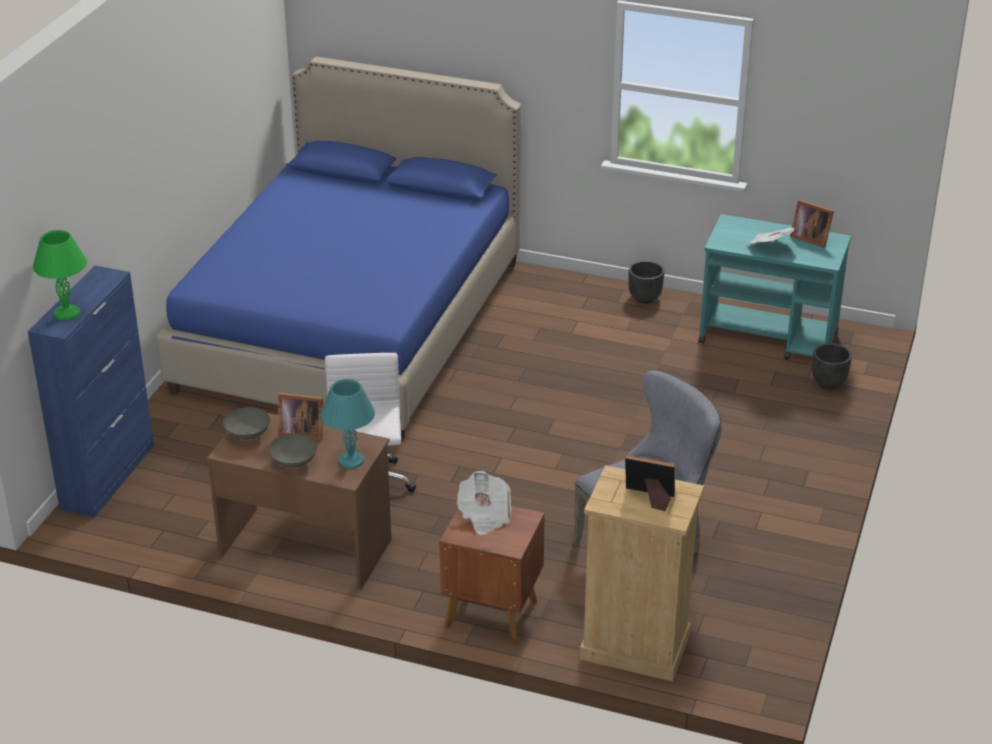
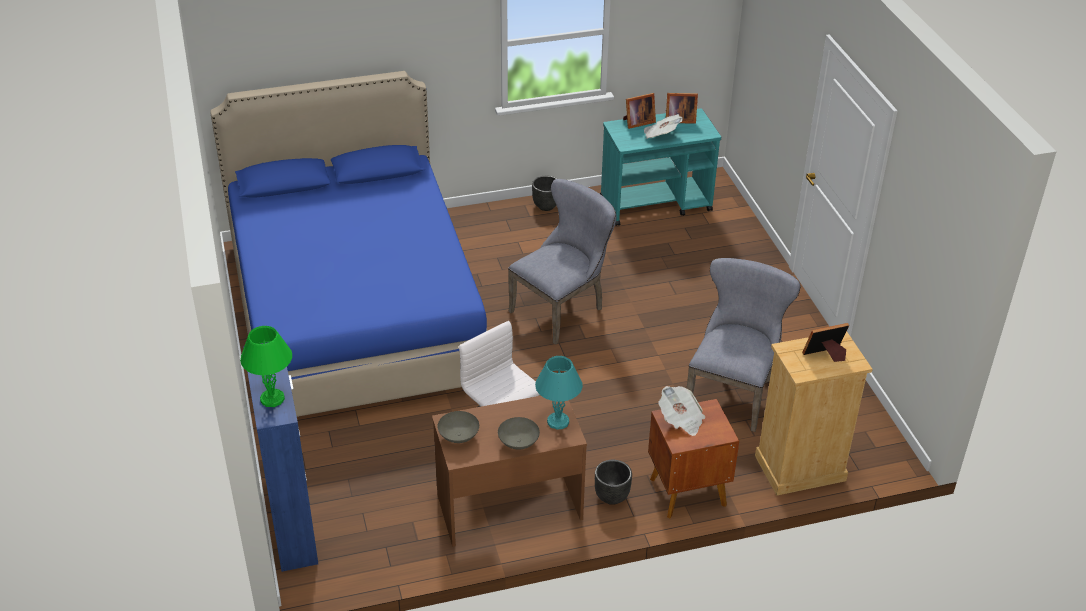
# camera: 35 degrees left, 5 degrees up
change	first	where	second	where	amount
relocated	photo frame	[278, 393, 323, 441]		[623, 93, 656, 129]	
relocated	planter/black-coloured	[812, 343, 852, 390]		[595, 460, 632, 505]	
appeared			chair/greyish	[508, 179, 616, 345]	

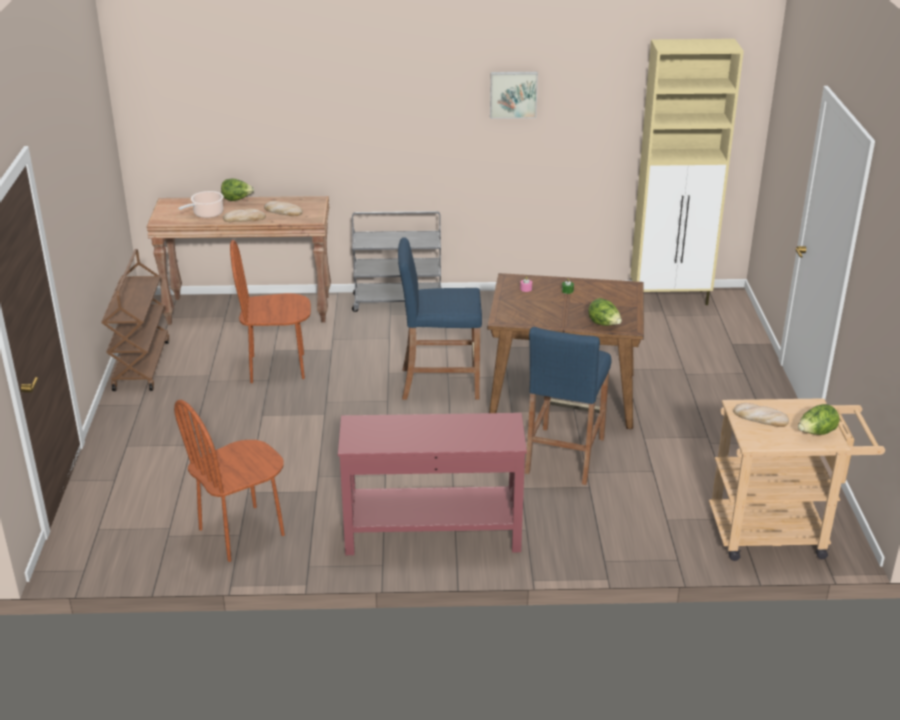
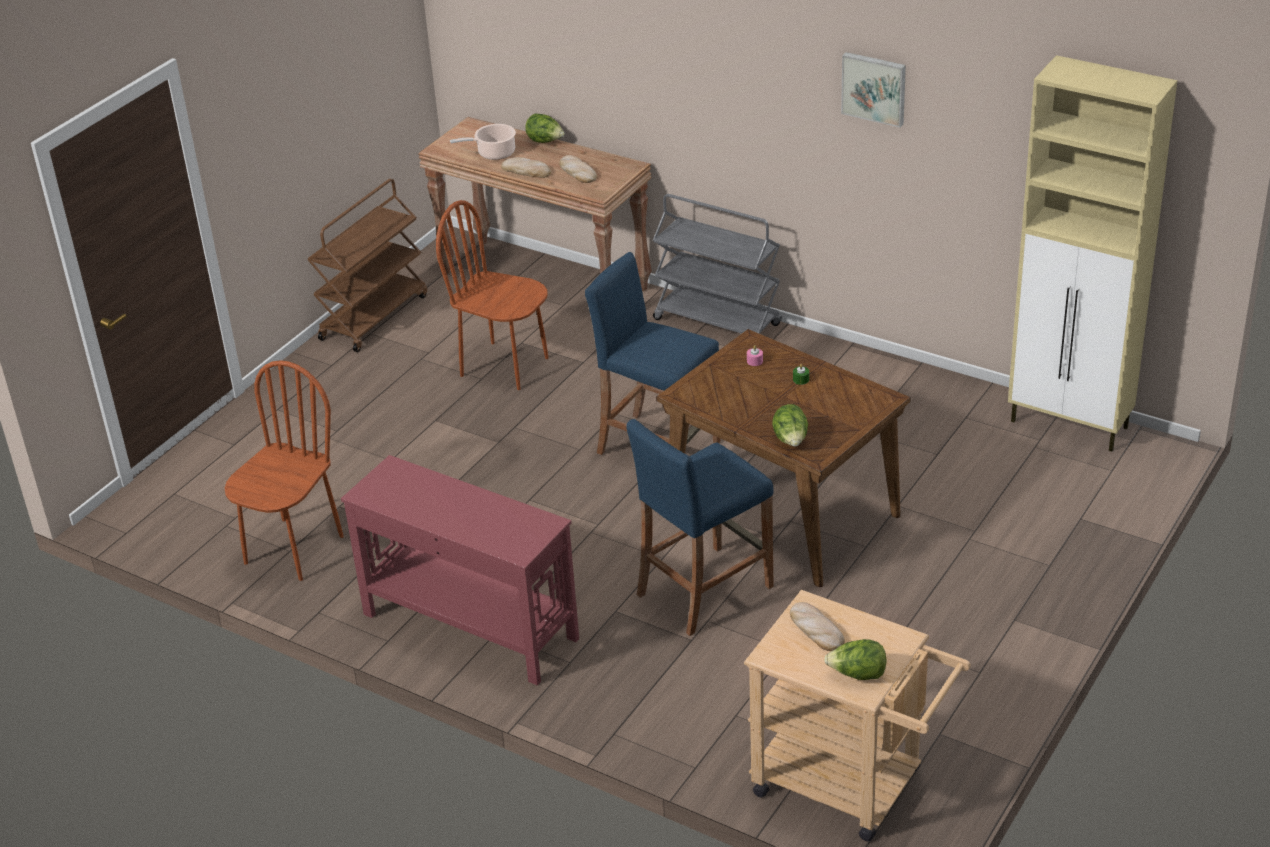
# camera: 35 degrees right, 5 degrees up
change	first	where	second	where	amount
spun	chair/brown	[174, 400, 285, 562]		[225, 360, 344, 581]	120 degrees clockwise

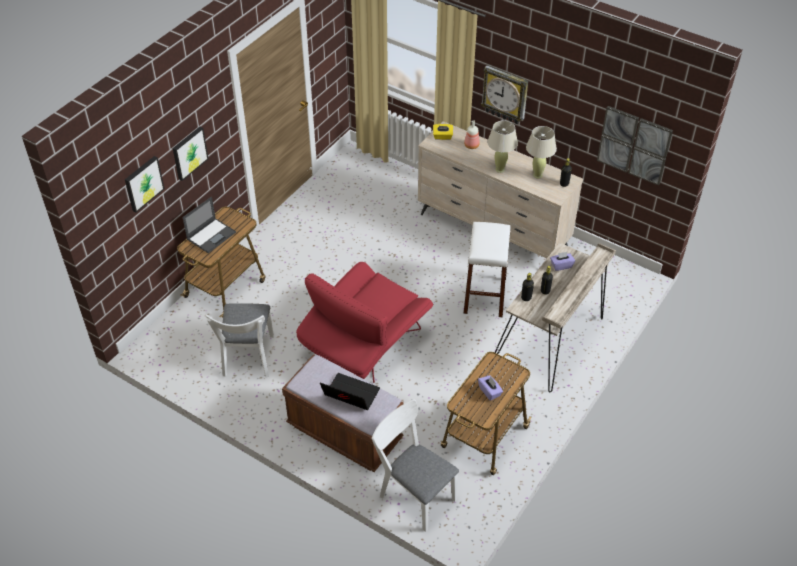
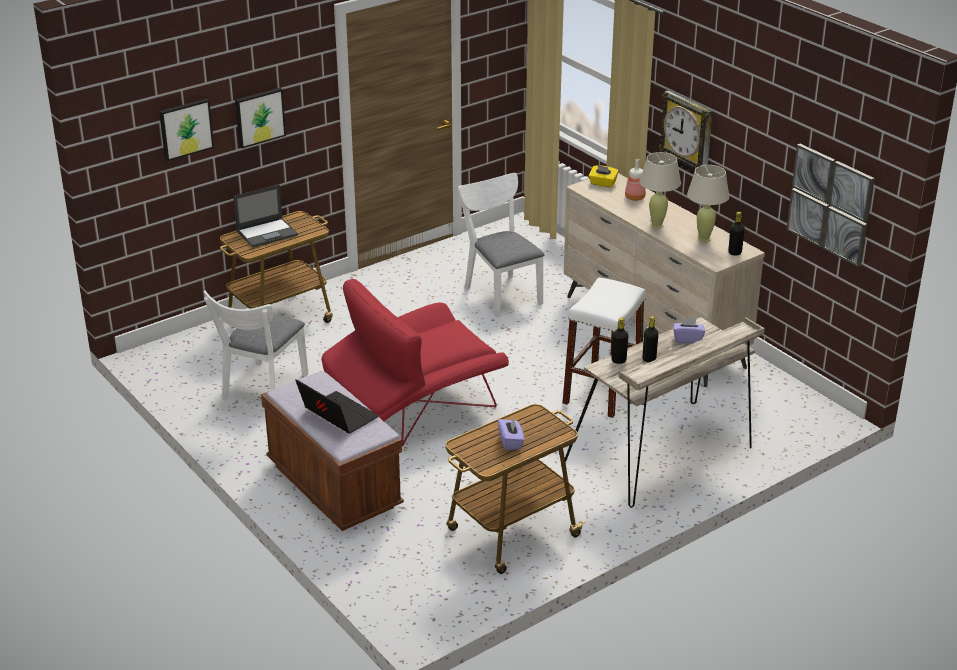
# camera: 20 degrees right, 15 degrees down
change	first	where	second	where	amount
relocated	chair/whitish	[371, 400, 459, 532]		[458, 173, 544, 317]	

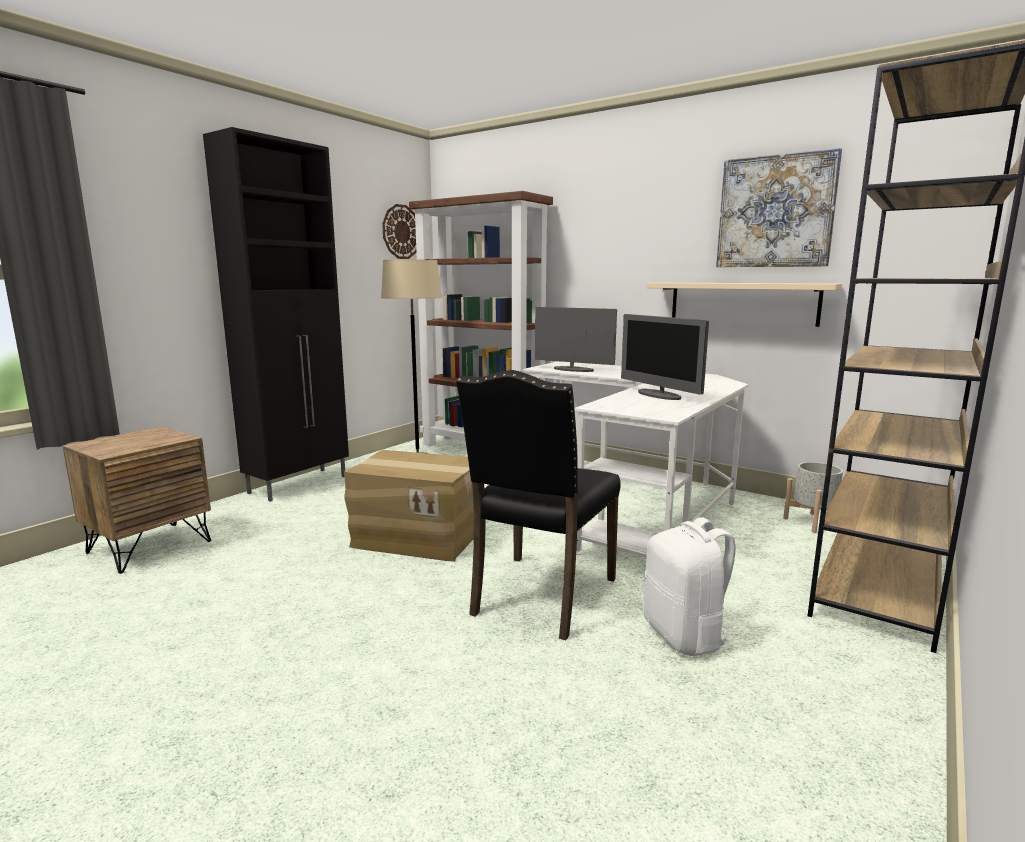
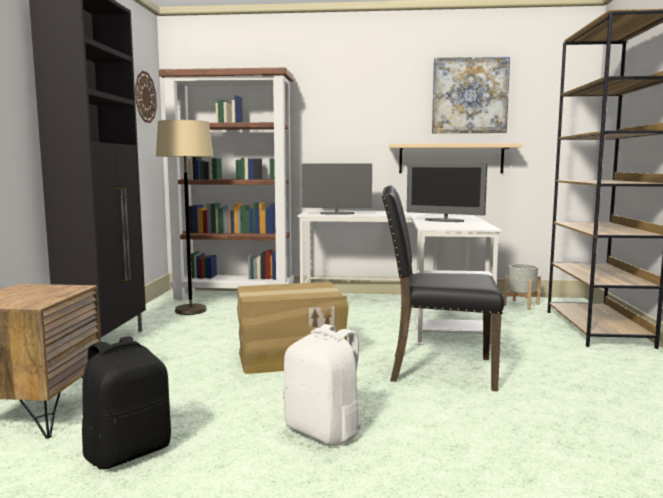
# camera: 30 degrees left, 5 degrees down
change	first	where	second	where	amount
spun	chair/black-coloured	[456, 370, 621, 640]		[382, 186, 504, 391]	105 degrees clockwise
relocated	backpack/whitish	[643, 517, 738, 656]		[283, 324, 365, 446]	
appeared			backpack/black-coloured	[82, 336, 171, 469]	

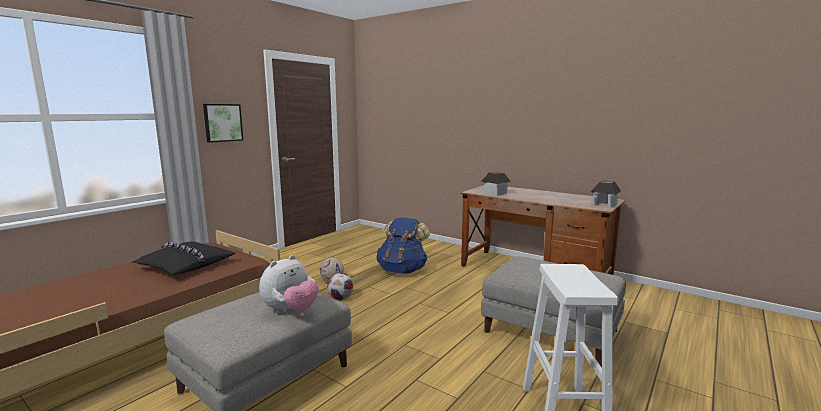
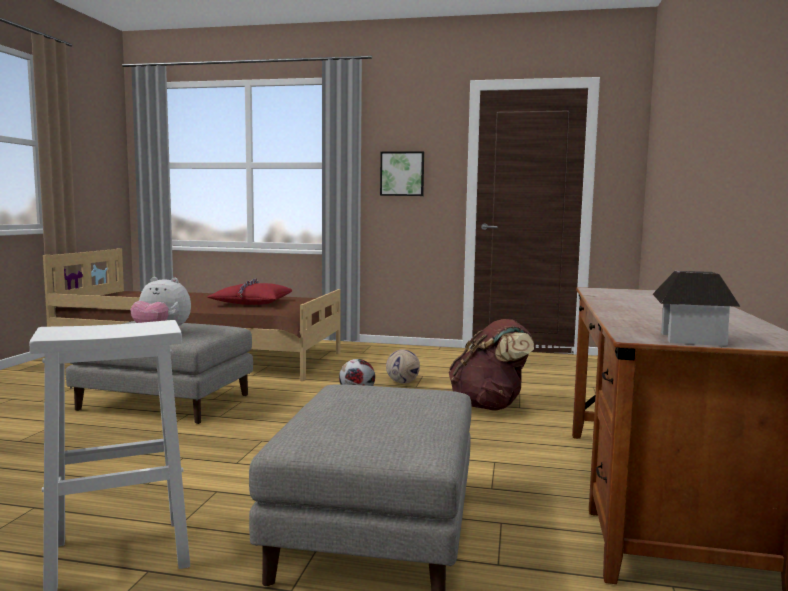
# camera: 65 degrees right, 5 degrees down
change	first	where	second	where	amount
colour	cushion/black-coloured	[132, 241, 236, 275]	cushion/reddish	[208, 279, 292, 305]	
colour	backpack/bluish	[376, 217, 430, 274]	backpack/brown	[449, 319, 534, 410]	
missing	model house	[481, 172, 511, 196]			

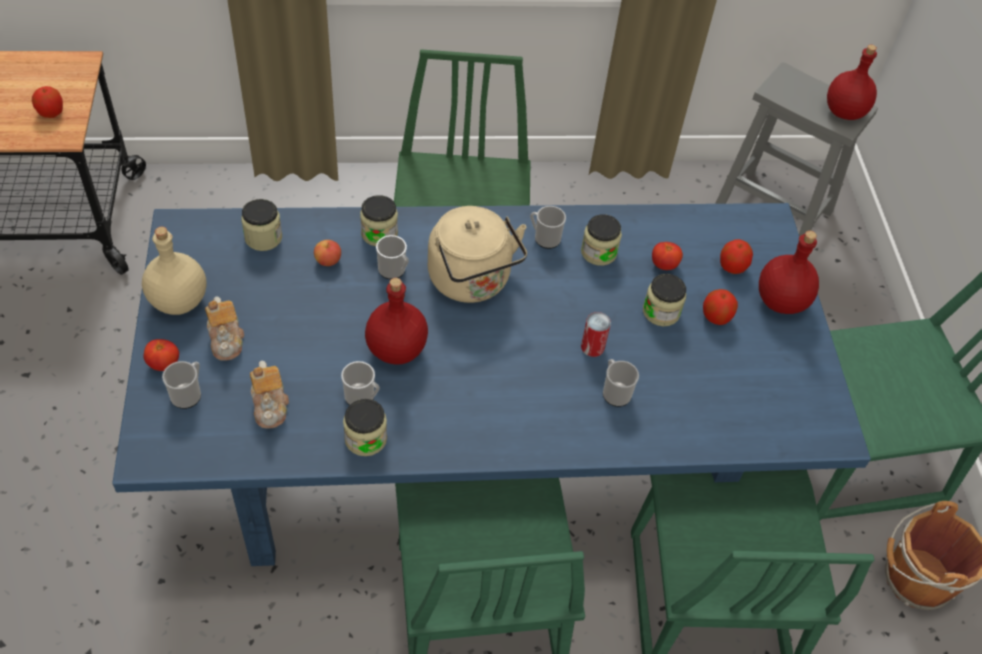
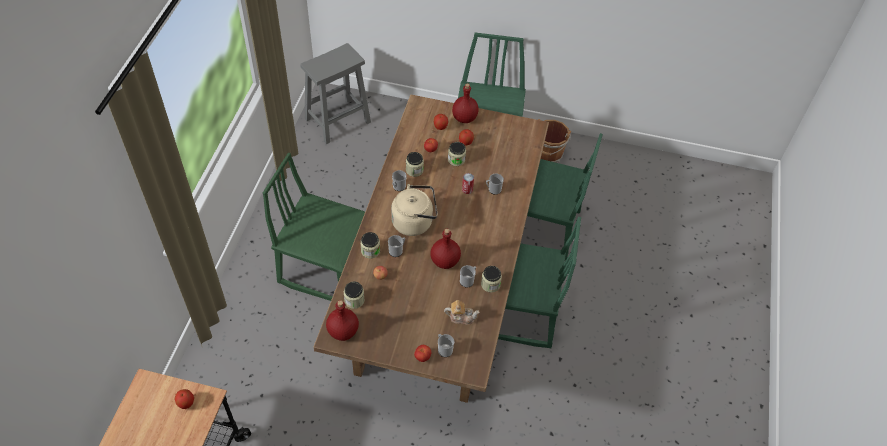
# camera: 70 degrees left, 0 degrees up
change	first	where	second	where	amount
colour	kitchen table/bluish	[112, 203, 871, 566]	kitchen table/brown	[314, 95, 549, 403]	
missing	bottle/beige	[142, 227, 207, 315]			
missing	teapot	[205, 296, 244, 361]			
relocated	bottle/reddish	[827, 44, 877, 120]		[326, 300, 359, 341]	

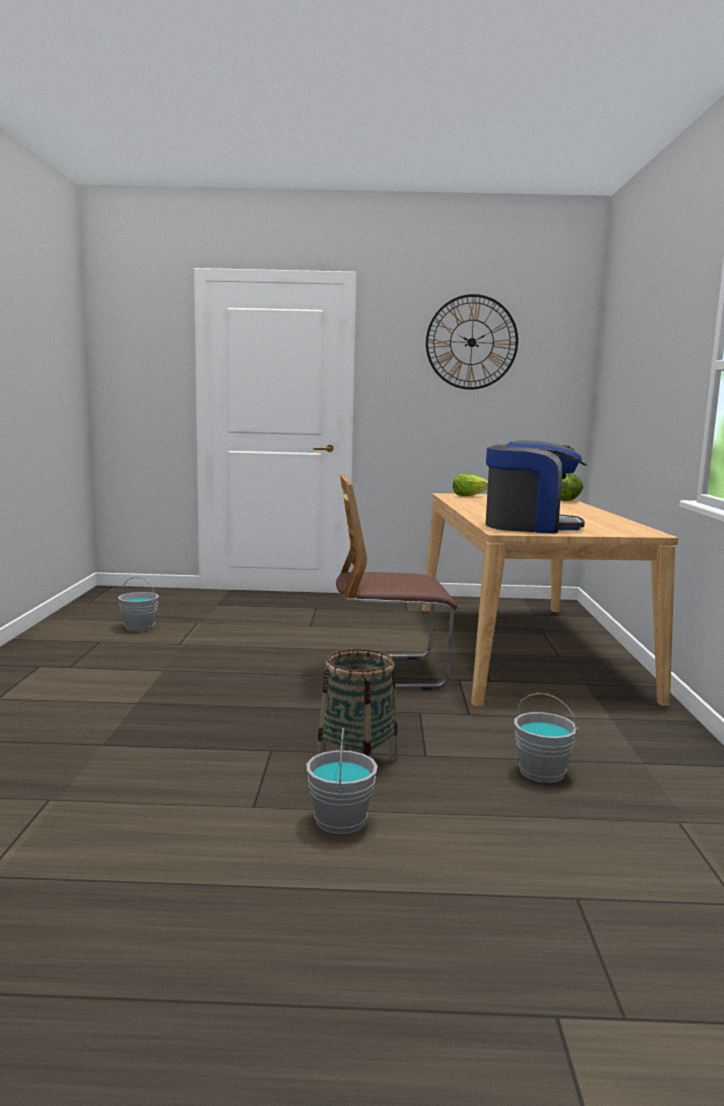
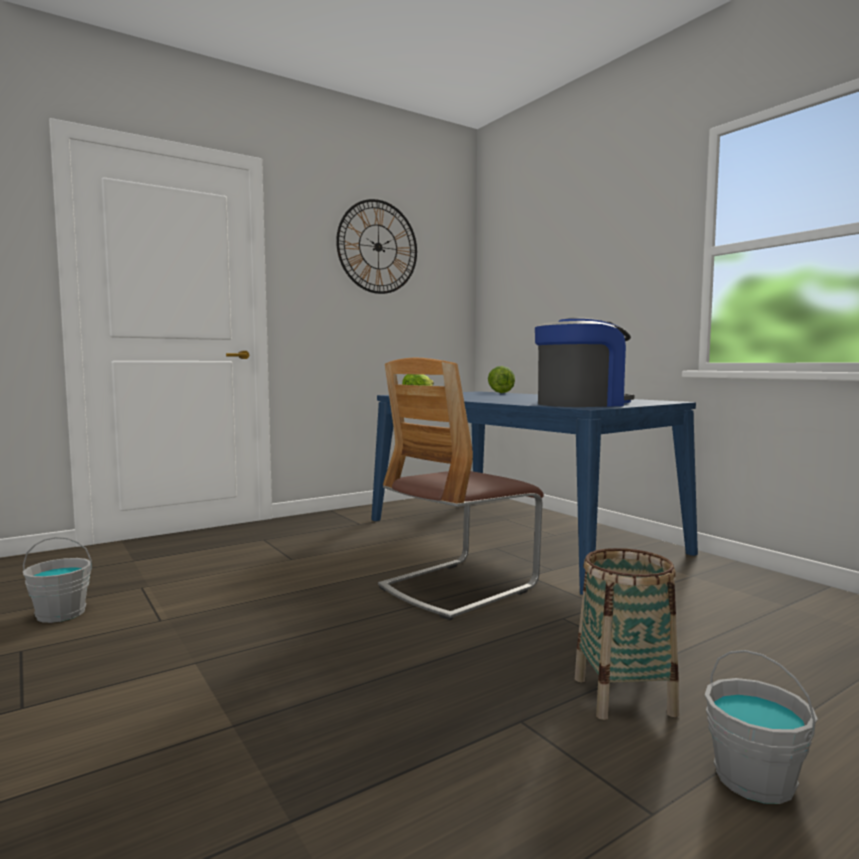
# camera: 35 degrees left, 5 degrees down
change	first	where	second	where	amount
colour	kitchen table/beige	[422, 493, 678, 706]	kitchen table/bluish	[371, 391, 698, 595]	
missing	water bucket/greyish	[514, 693, 578, 783]			

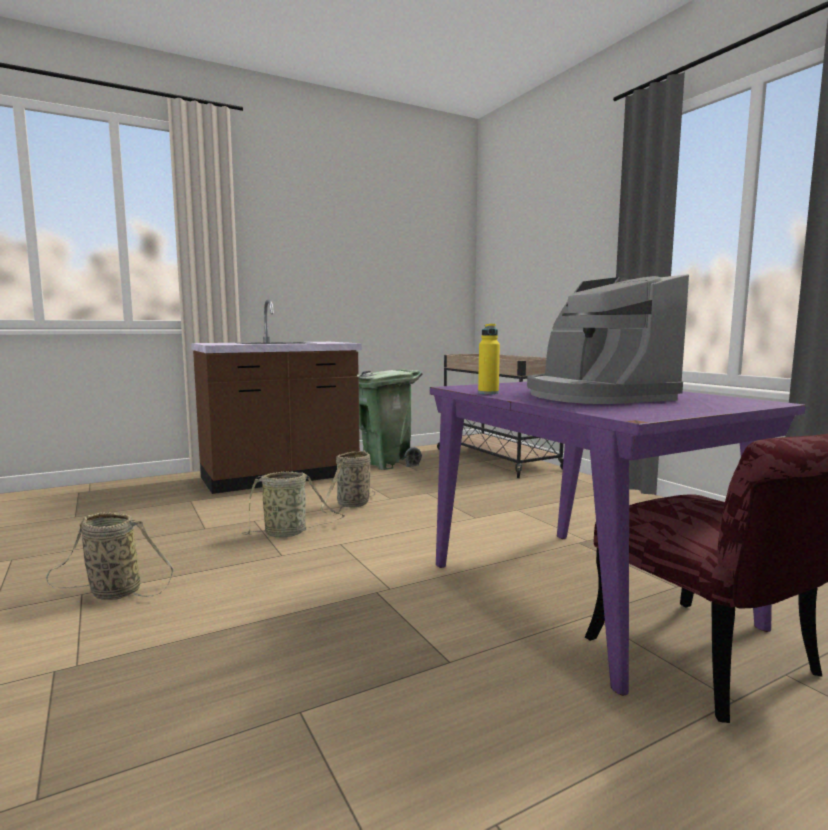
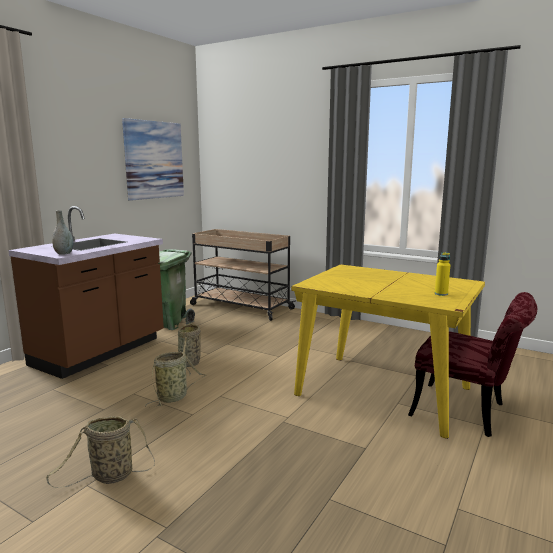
# camera: 30 degrees left, 5 degrees up
change	first	where	second	where	amount
colour	kitchen table/purple	[430, 382, 806, 696]	kitchen table/yellow	[291, 264, 485, 439]	
relocated	bottle/yellow	[478, 324, 500, 394]		[435, 252, 450, 296]	
missing	coffee maker	[527, 274, 689, 404]			
appeared			decorative vase/greyish	[52, 210, 73, 255]	
appeared			wall picture	[122, 118, 184, 201]	

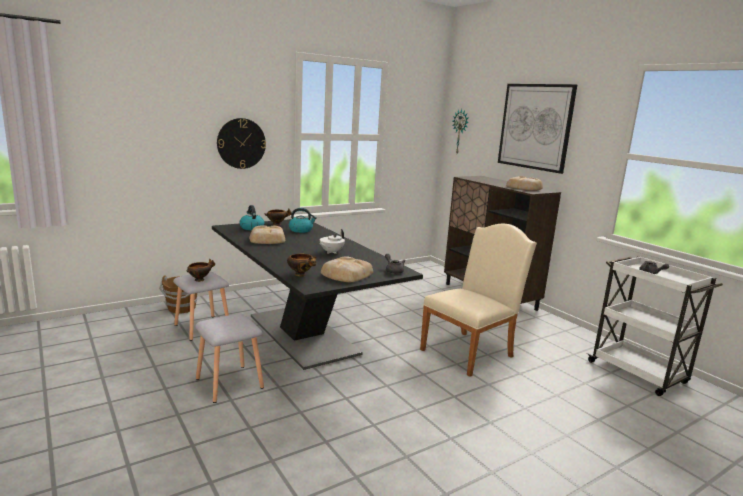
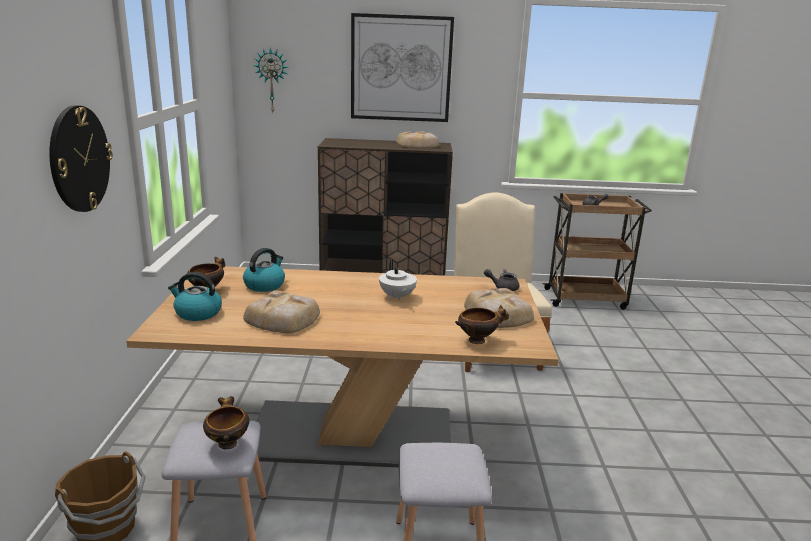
# camera: 55 degrees left, 5 degrees up
change	first	where	second	where	amount
colour	kitchen table/black-coloured	[212, 219, 423, 370]	kitchen table/beige	[126, 266, 559, 467]	
colour	trolley/whitish	[587, 256, 723, 396]	trolley/brown	[542, 193, 652, 310]	

